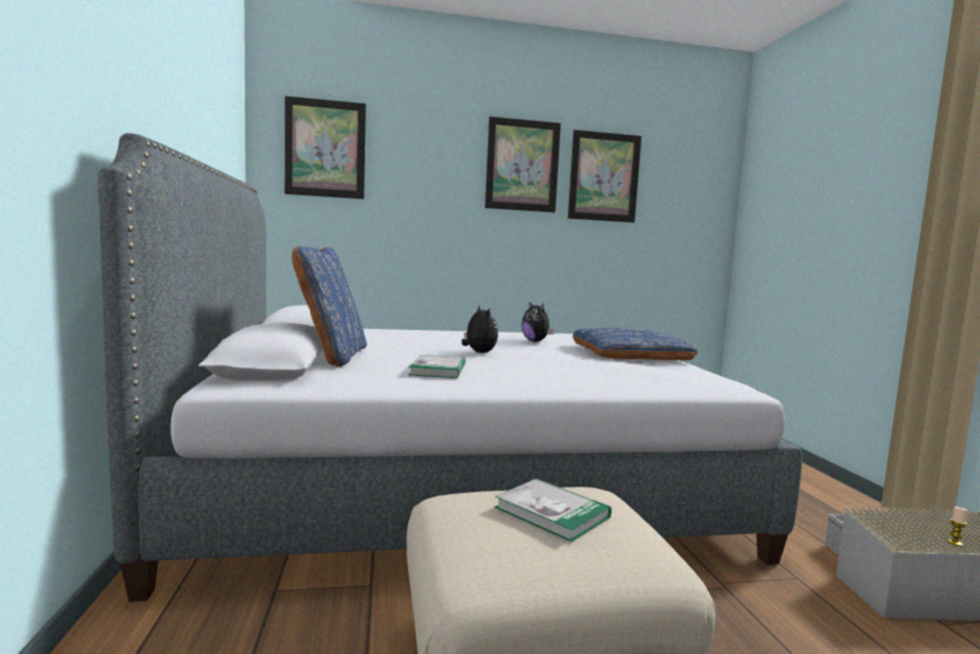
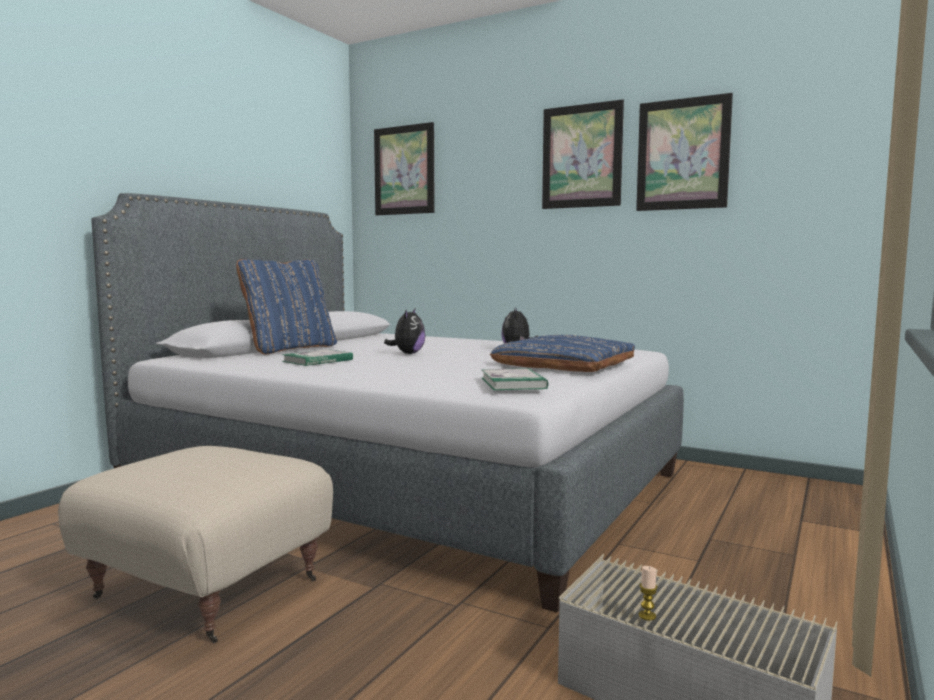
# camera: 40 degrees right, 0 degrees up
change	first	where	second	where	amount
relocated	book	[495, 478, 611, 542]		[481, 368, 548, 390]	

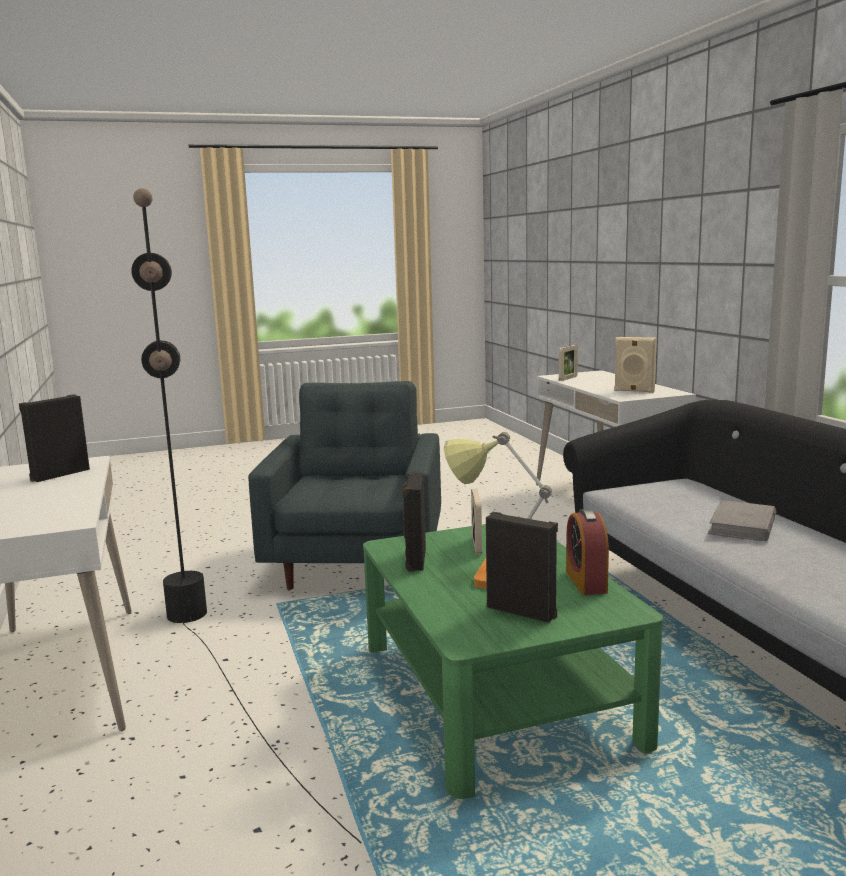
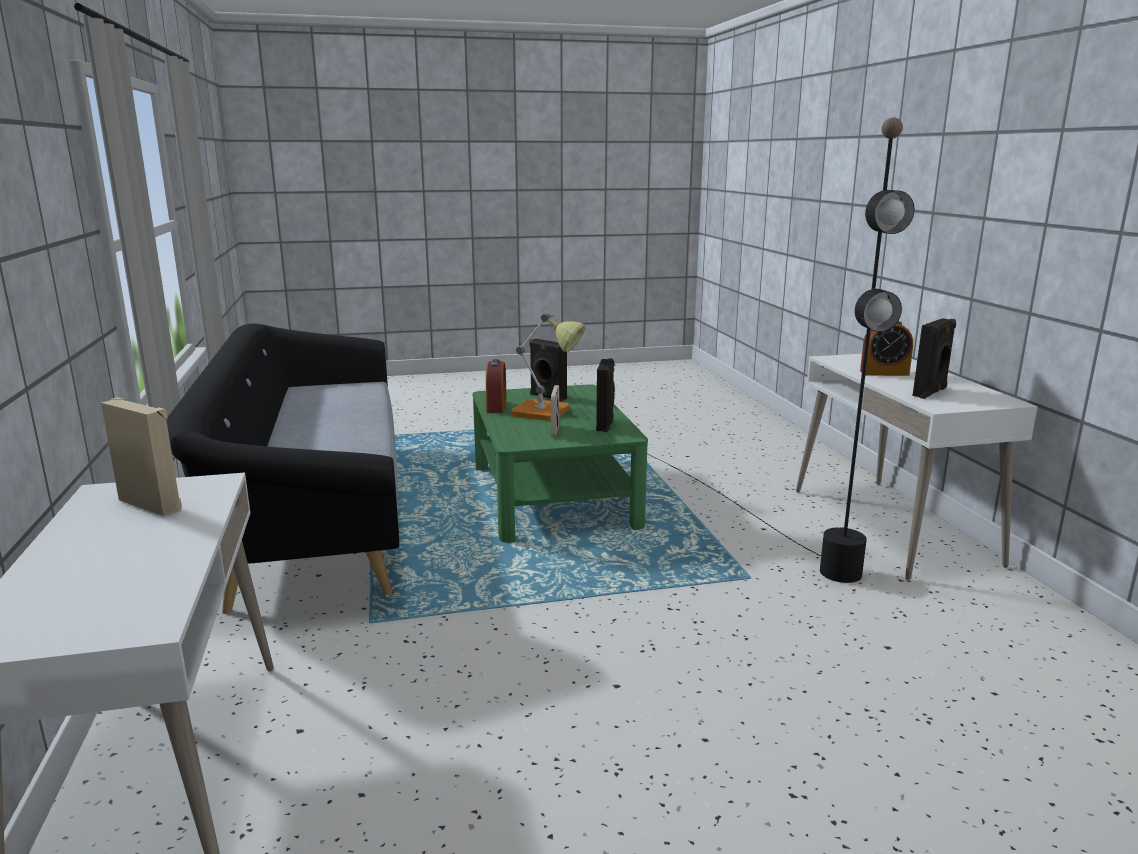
# camera: 175 degrees left, 5 degrees up
change	first	where	second	where	amount
missing	easy chair/greyish	[248, 381, 441, 590]			
missing	photo frame	[559, 345, 578, 381]			
missing	book/greyish	[708, 500, 776, 541]			
appeared			table clock	[860, 321, 913, 376]	

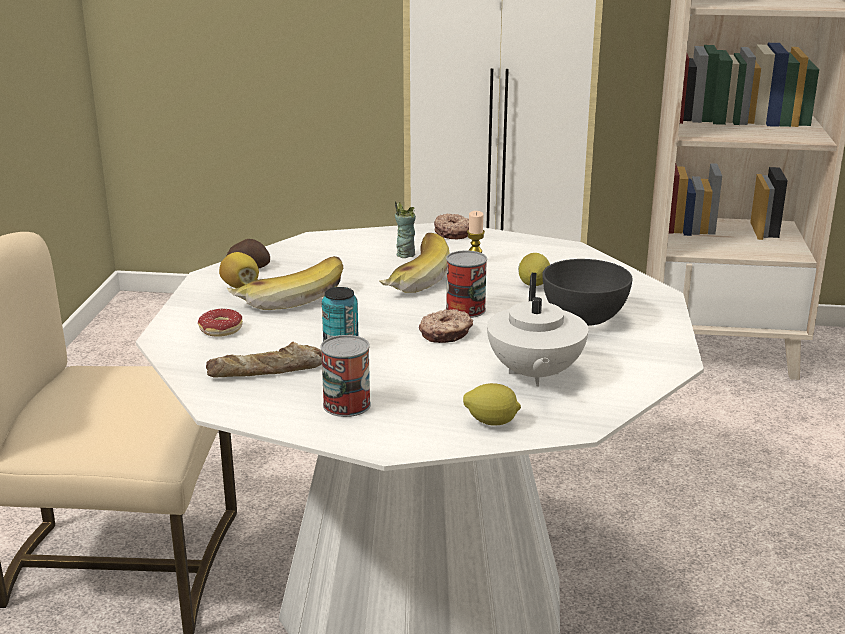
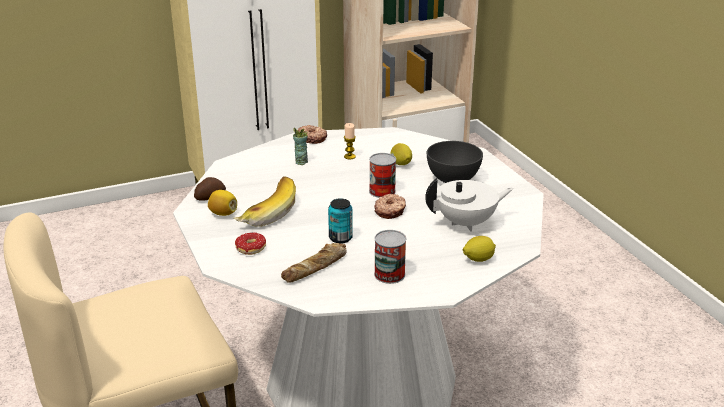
# camera: 30 degrees left, 5 degrees up
change	first	where	second	where	amount
missing	banana	[380, 233, 449, 293]			
spun	teapot/whitish	[487, 273, 588, 386]		[425, 178, 513, 232]	75 degrees counterclockwise

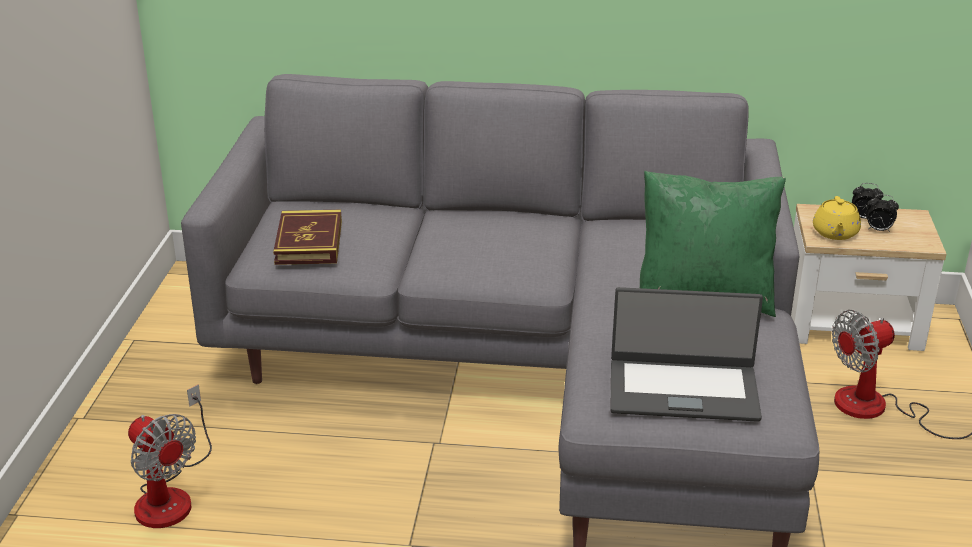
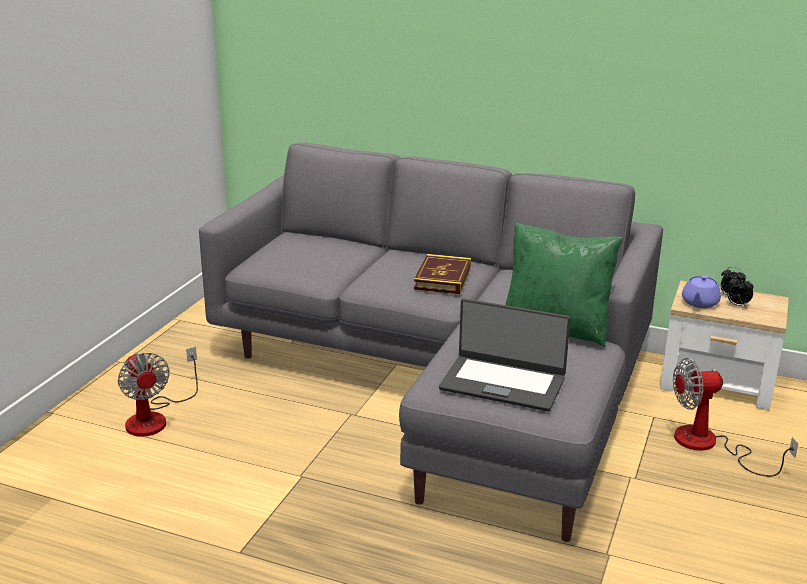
# camera: 15 degrees right, 5 degrees down
change	first	where	second	where	amount
relocated	book	[273, 210, 342, 265]		[414, 254, 471, 294]	
colour	teapot/yellow	[813, 196, 861, 240]	teapot/purple	[682, 275, 721, 308]	

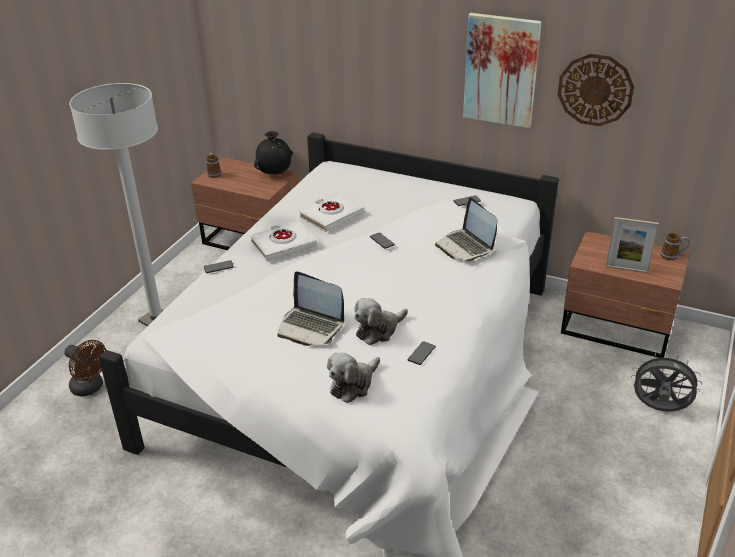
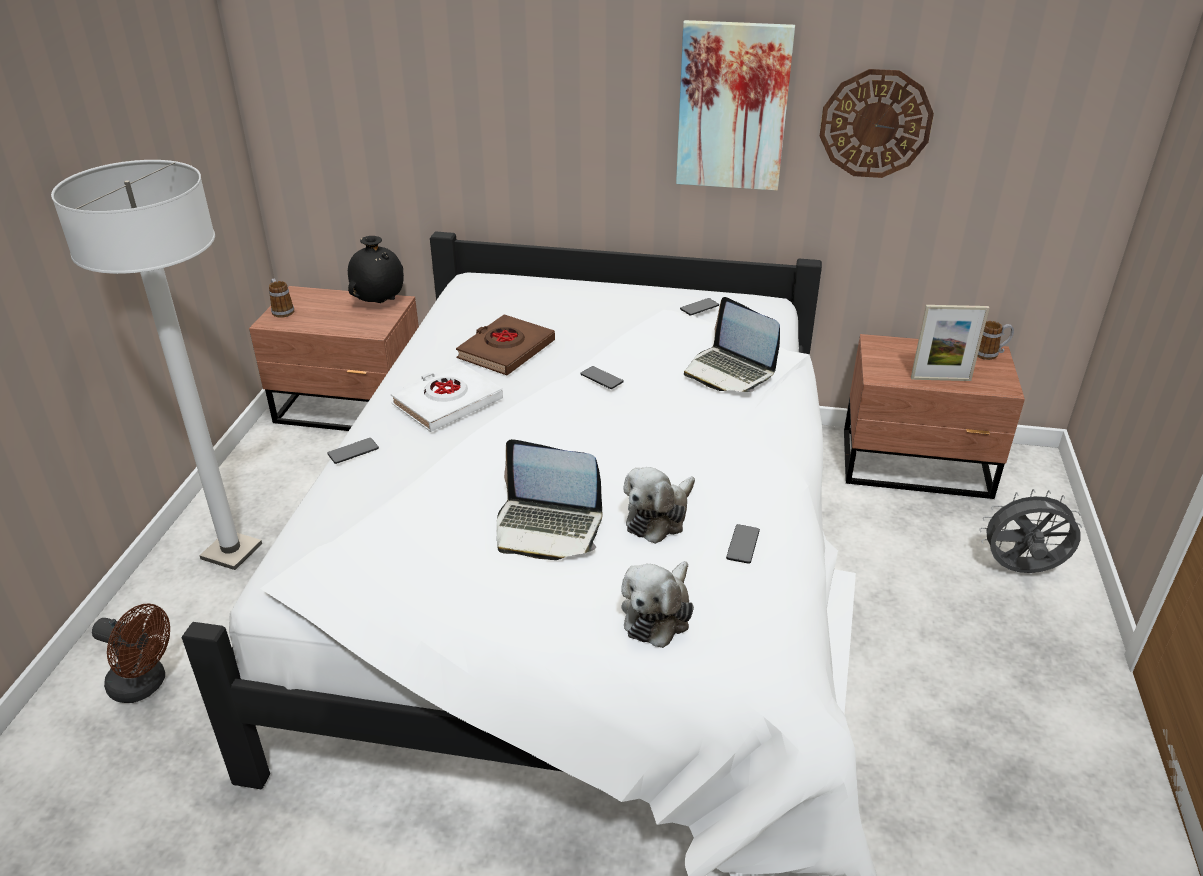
# camera: 15 degrees left, 0 degrees up
change	first	where	second	where	amount
colour	book/whitish	[299, 193, 364, 232]	book/brown	[456, 315, 555, 375]	

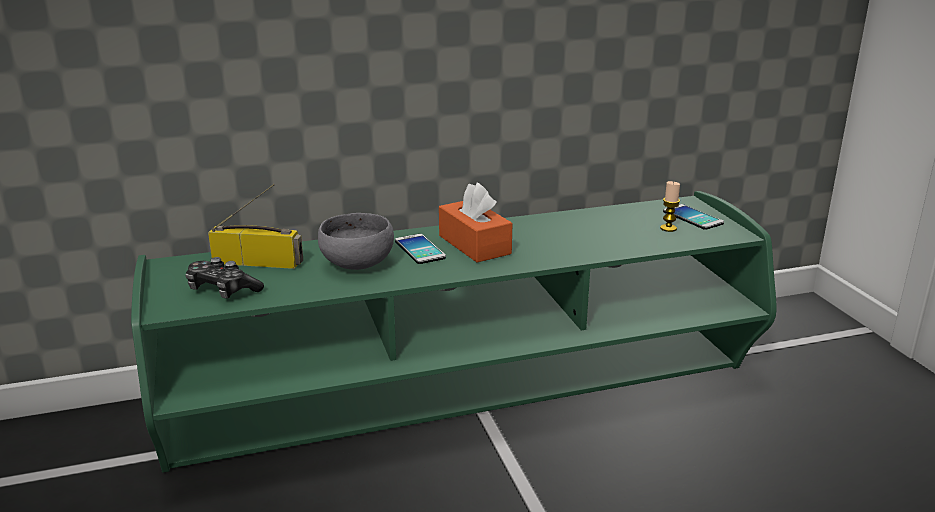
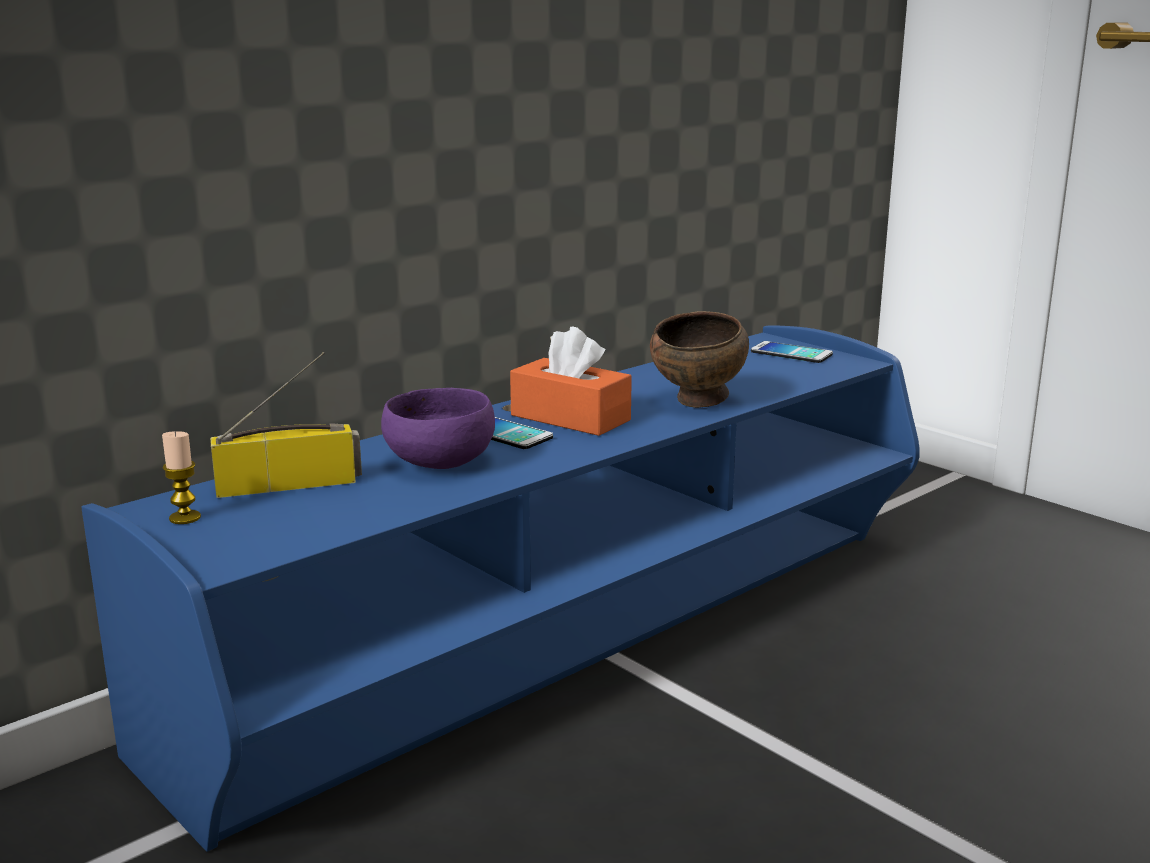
# camera: 25 degrees left, 5 degrees down
change	first	where	second	where	amount
colour	tv unit/greenish	[131, 191, 776, 473]	tv unit/bluish	[82, 325, 920, 852]	
missing	game controller	[185, 257, 264, 299]			
colour	bowl/greyish	[318, 213, 394, 270]	bowl/purple	[381, 388, 495, 469]	
relocated	wax candle	[660, 181, 680, 232]		[162, 431, 201, 524]	
appeared			bowl/brown	[650, 311, 749, 408]	

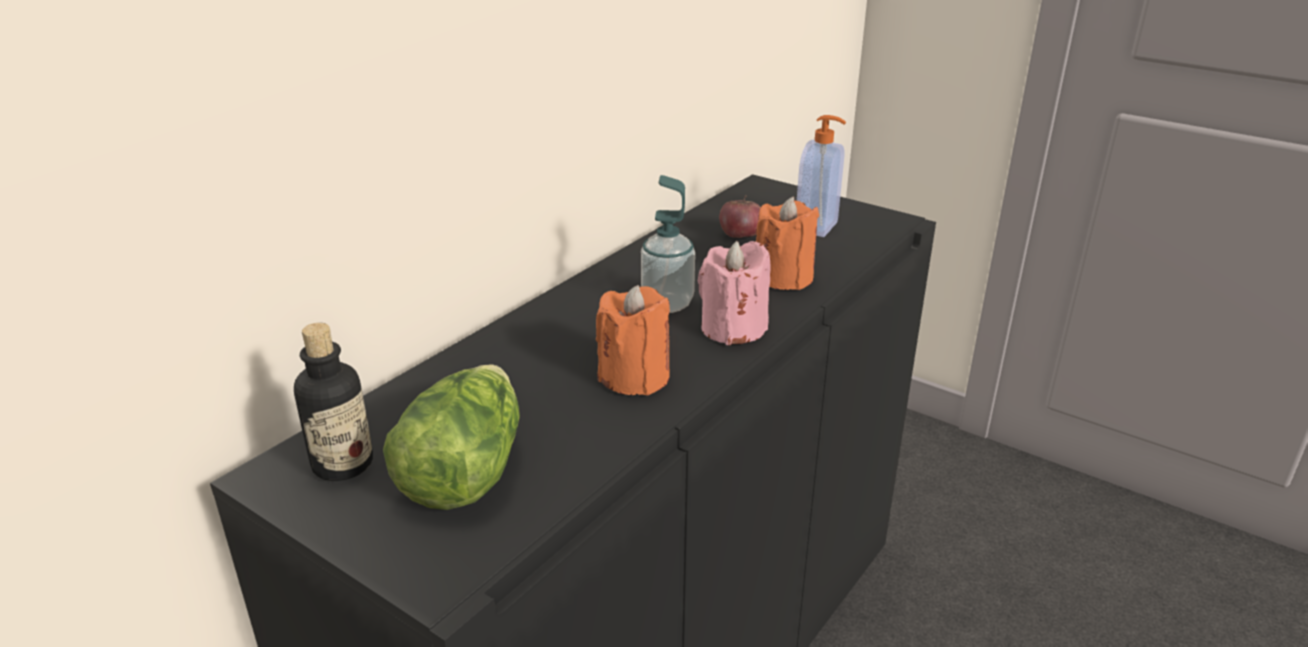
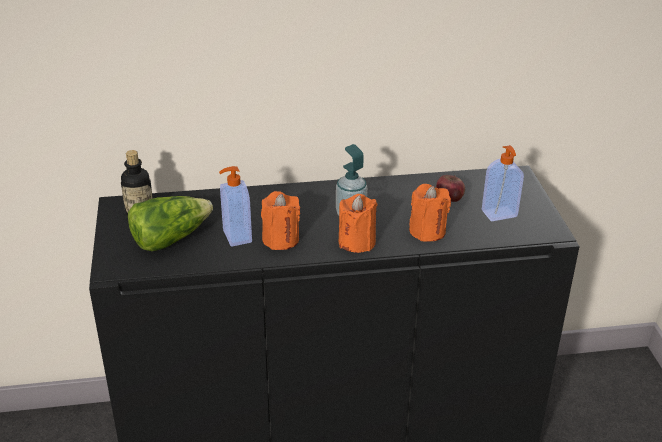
# camera: 45 degrees right, 5 degrees up
change	first	where	second	where	amount
colour	wax candle/pink	[698, 241, 771, 345]	wax candle/orange	[339, 194, 378, 253]	
appeared			liquid soap bottle	[219, 166, 252, 247]	

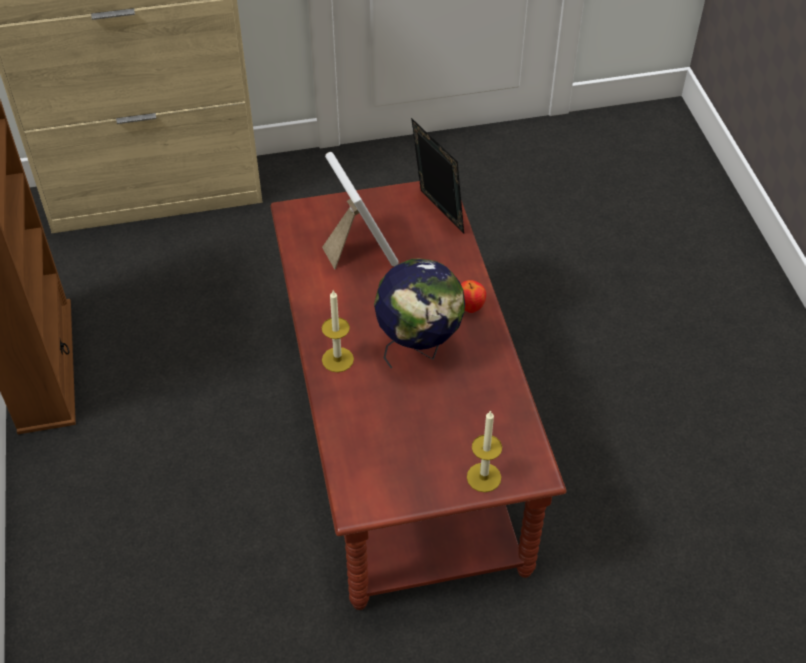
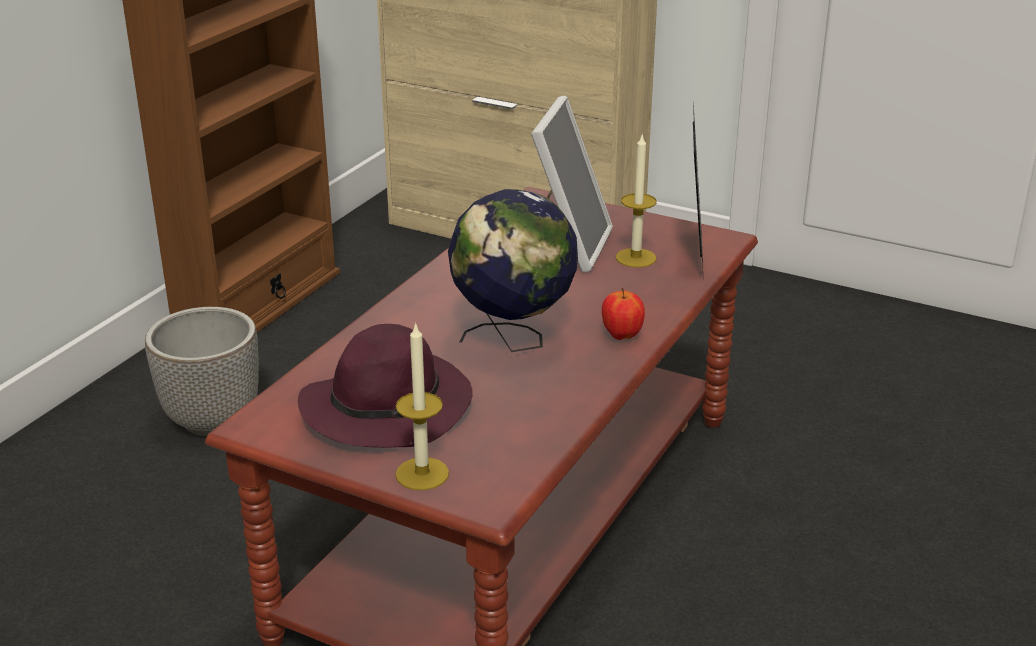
# camera: 40 degrees right, 20 degrees down
change	first	where	second	where	amount
relocated	wax candle	[322, 290, 354, 372]		[616, 133, 657, 267]	
appeared			planter	[145, 307, 259, 436]	
appeared			clothing hat/purple	[298, 324, 473, 448]	

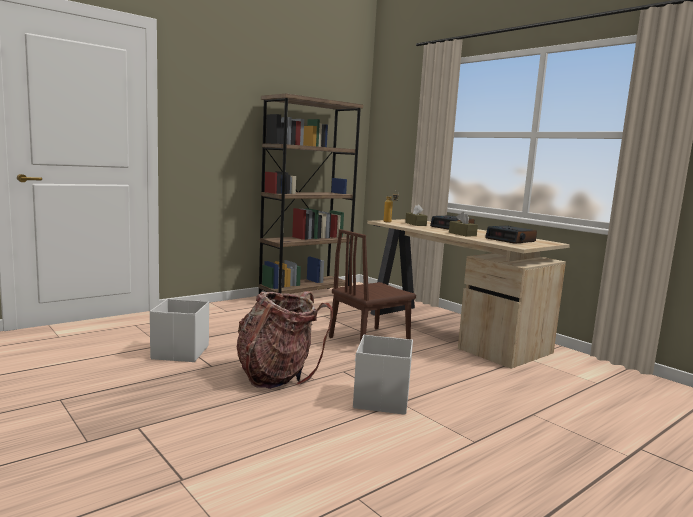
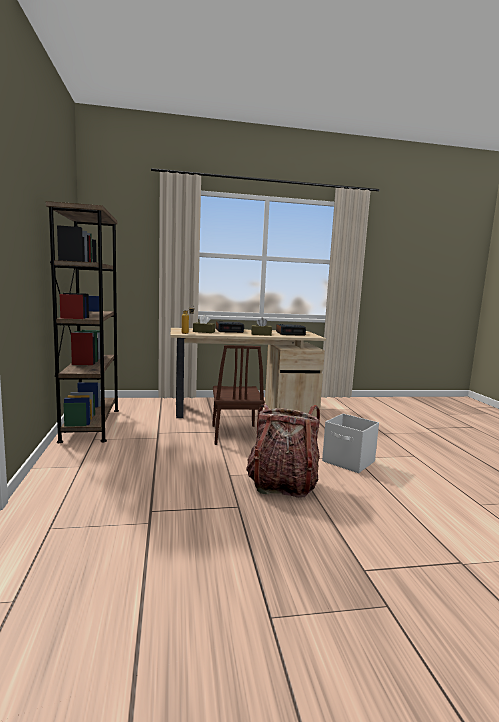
# camera: 60 degrees left, 0 degrees up
change	first	where	second	where	amount
missing	storage bin/whitish	[150, 299, 209, 362]			

